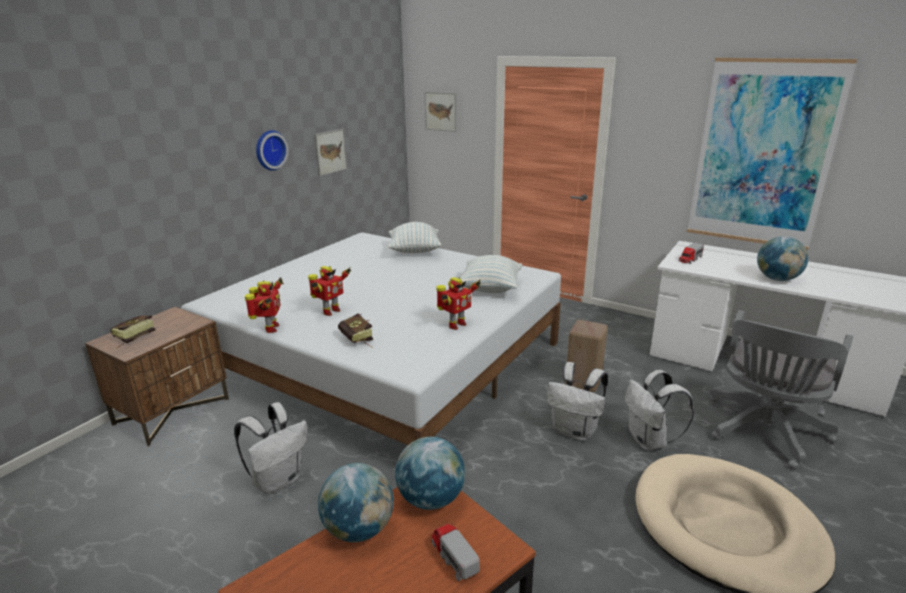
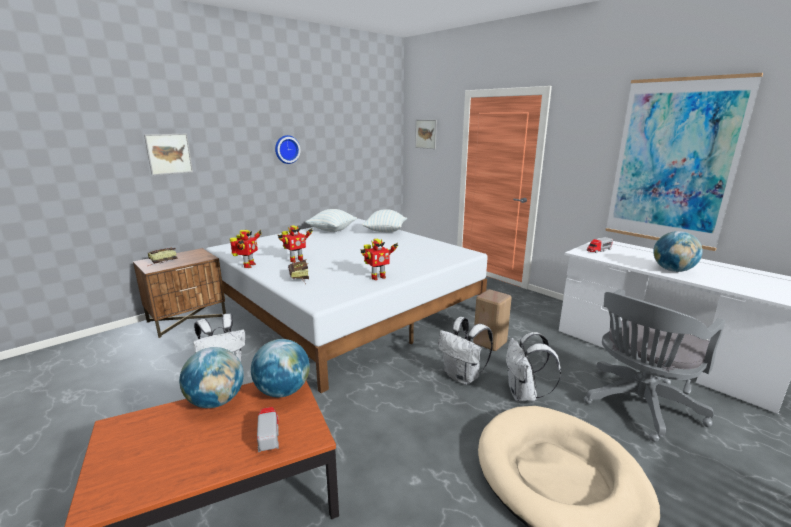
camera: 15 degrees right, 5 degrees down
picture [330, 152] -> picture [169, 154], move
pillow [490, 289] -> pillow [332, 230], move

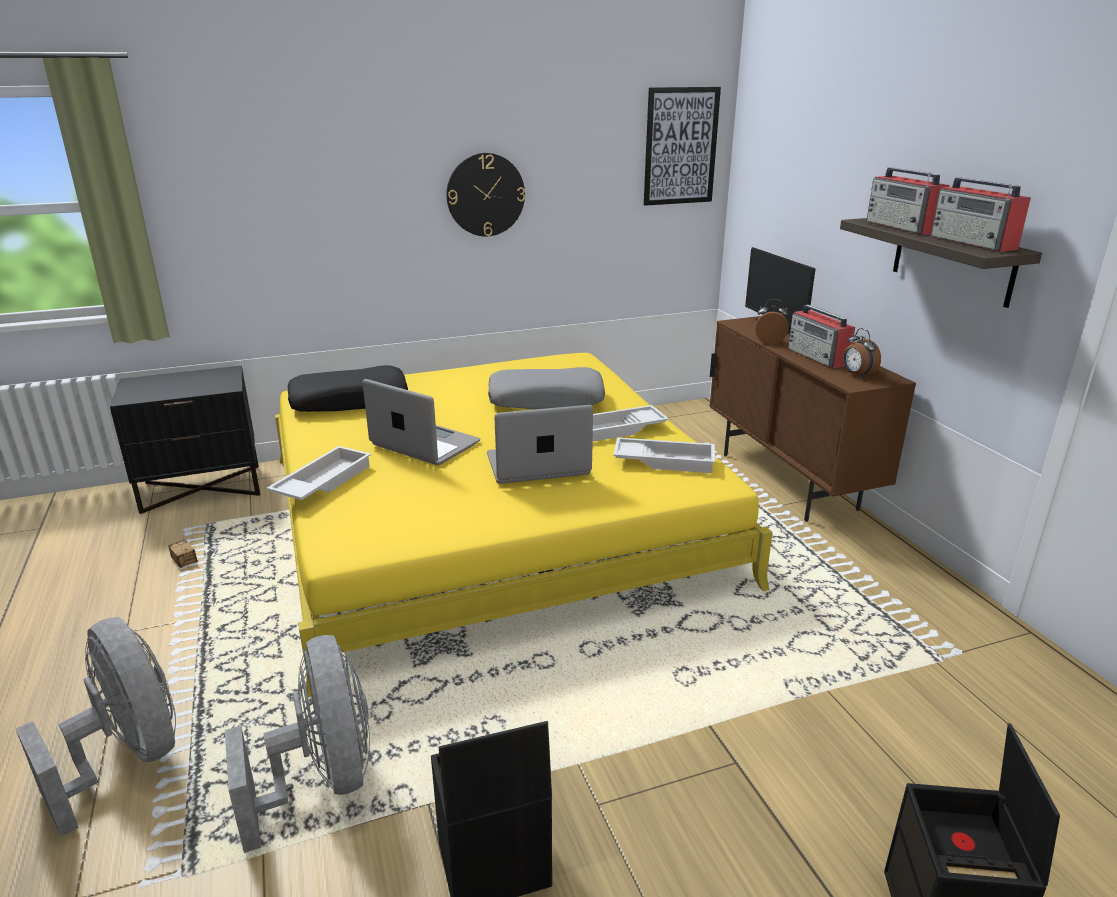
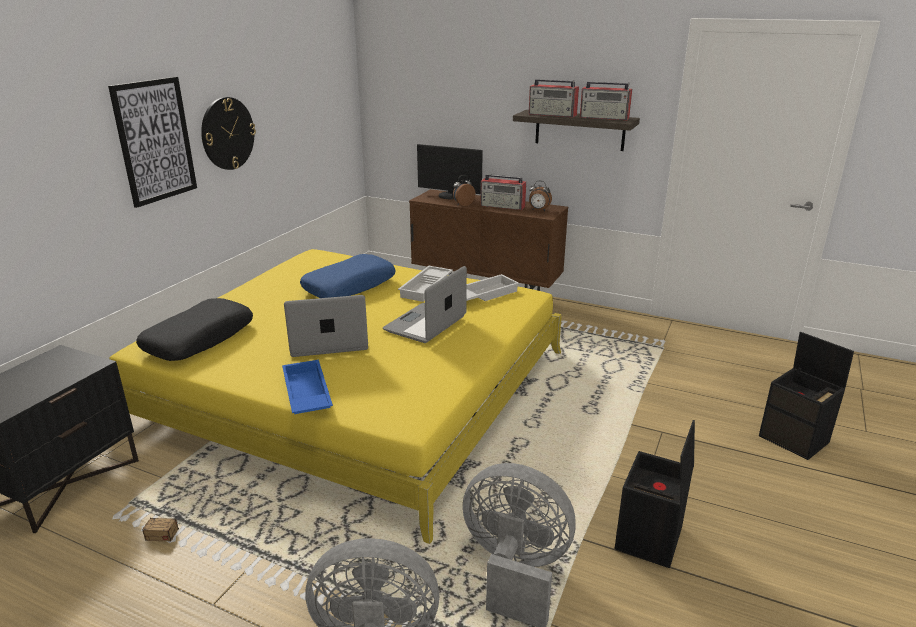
camera: 45 degrees left, 0 degrees up
white tray [322, 481] -> blue tray [305, 394]
grey pillow [546, 400] -> blue pillow [349, 286]
picture [680, 146] -> picture [155, 141], move

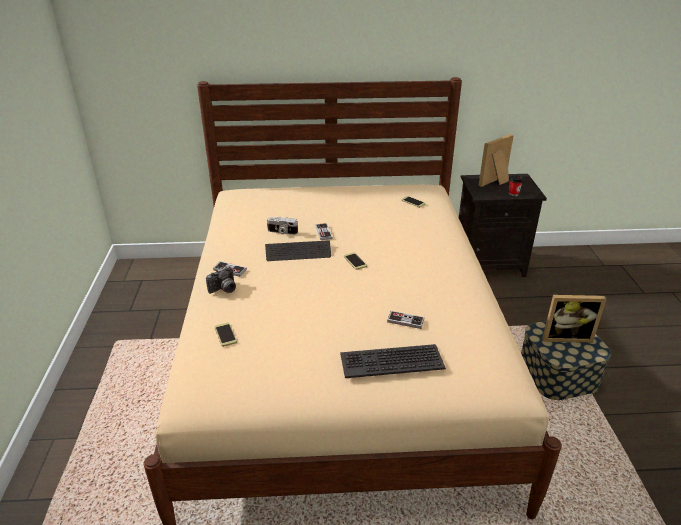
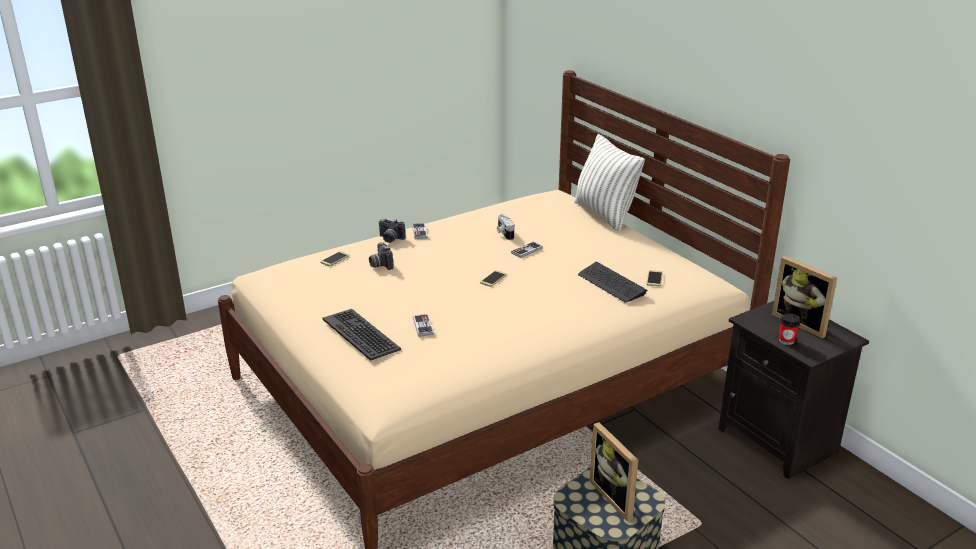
camera: 60 degrees right, 5 degrees down
keyboard [298, 252] -> keyboard [611, 284], move
picture frame [496, 182] -> picture frame [802, 323], 150 degrees counterclockwise
none -> photo camera [380, 265]
none -> pillow [604, 214]

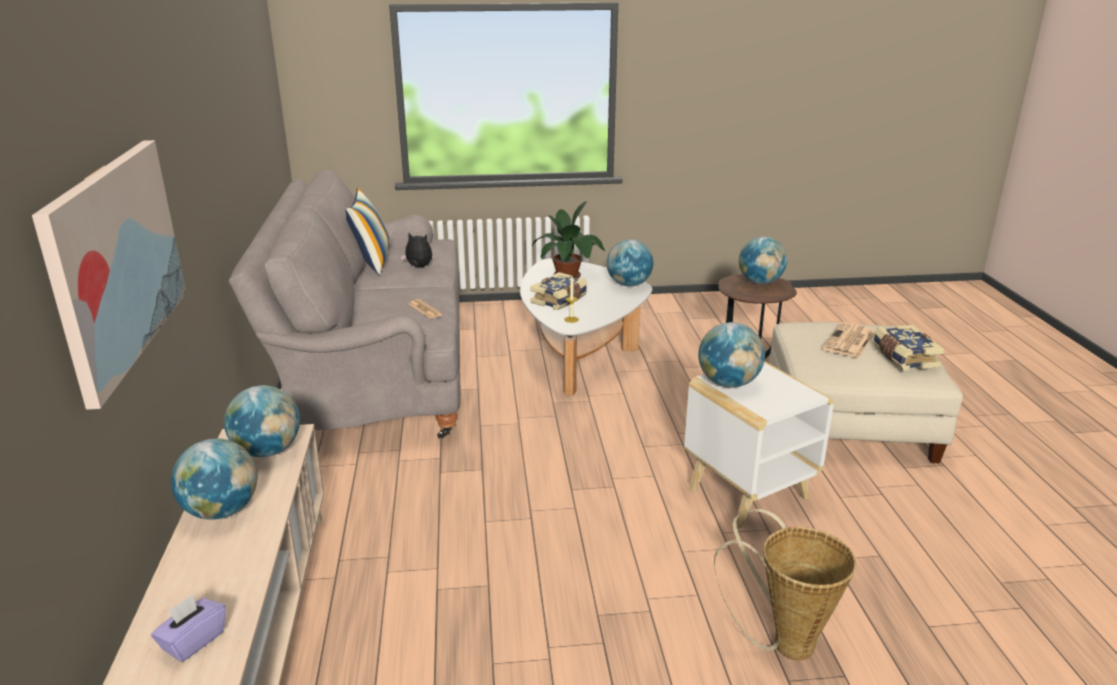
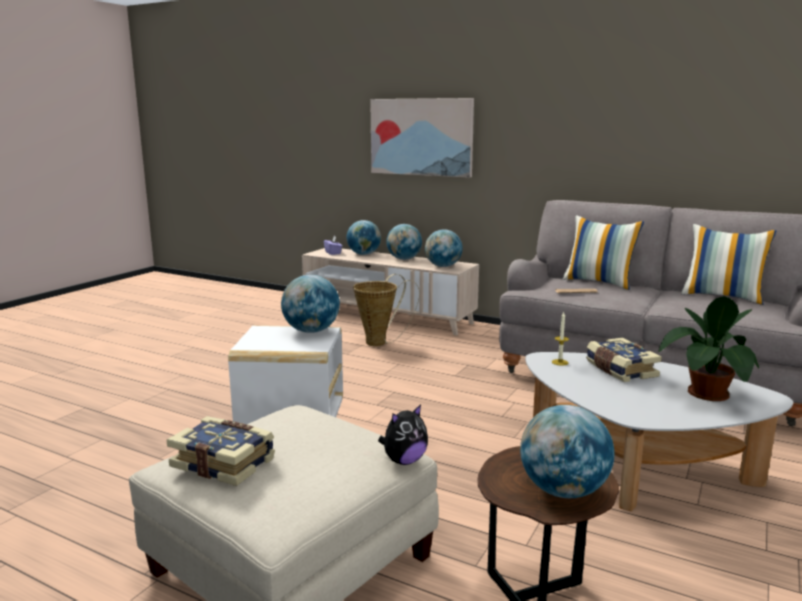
camera: 125 degrees right, 10 degrees down
plush toy [418, 267] -> plush toy [404, 461], move
globe [629, 284] -> globe [364, 254], move
basket [783, 642] -> basket [380, 342], move
newspaper [849, 341] -> none
none -> pillow [599, 282]

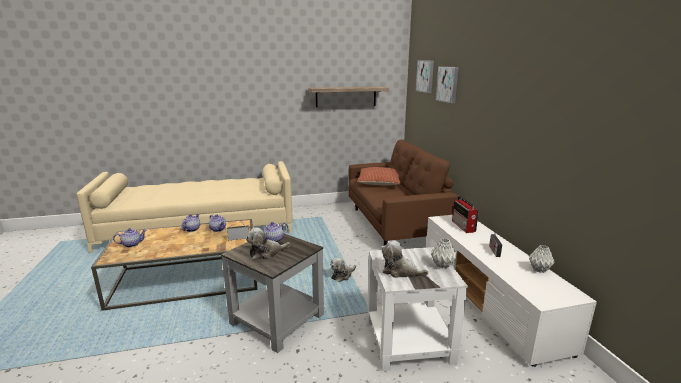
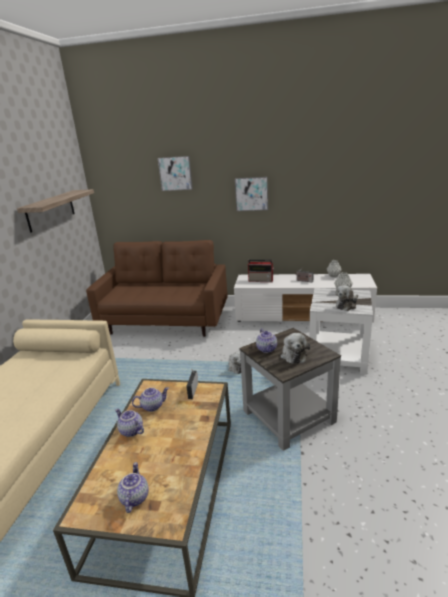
camera: 65 degrees left, 5 degrees up
pillow [379, 183] -> none
picture [425, 76] -> picture [251, 194], move

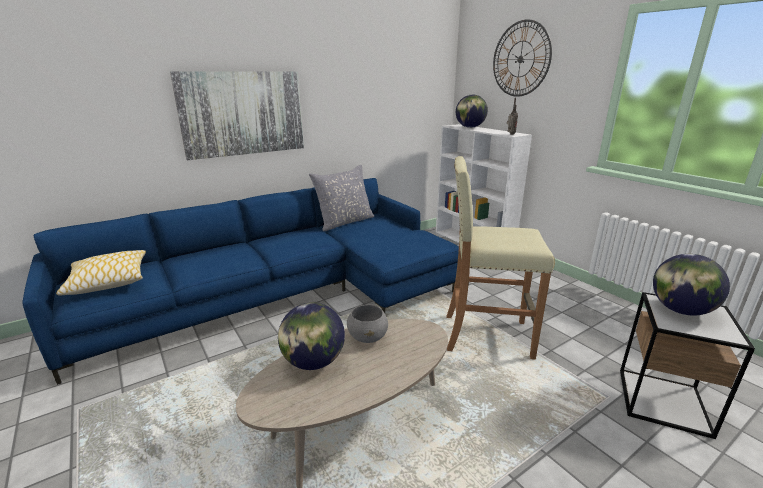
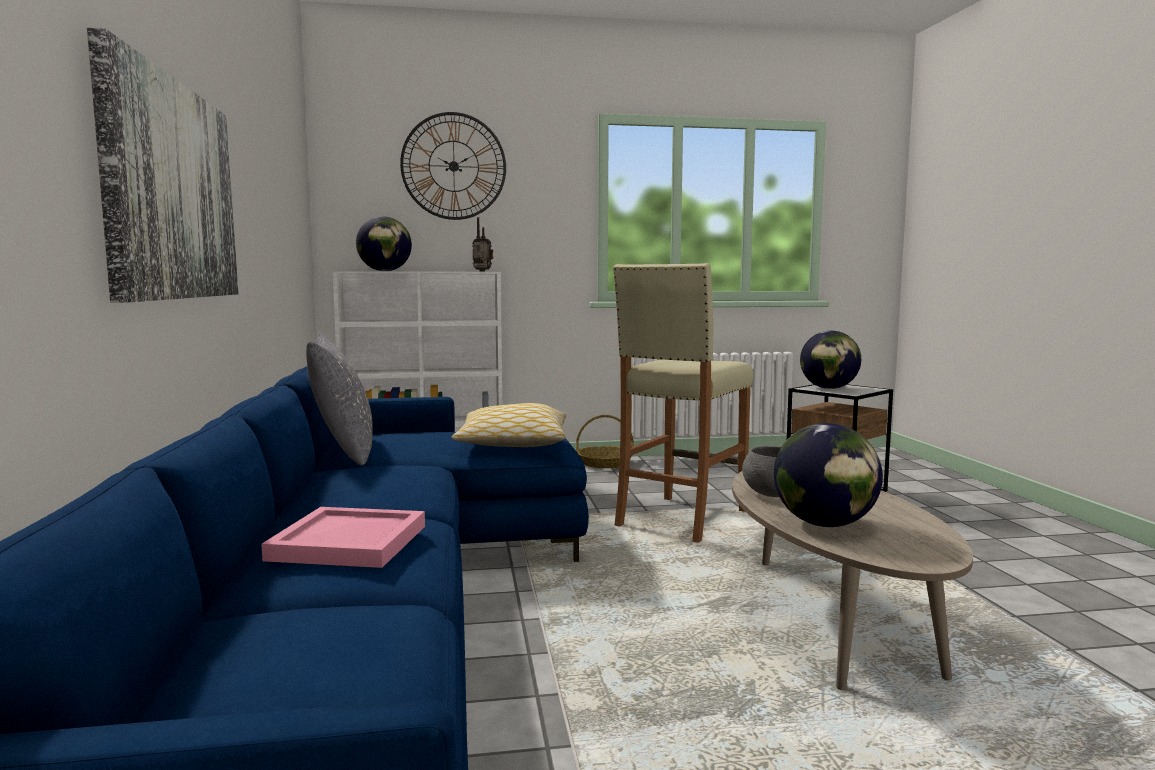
camera: 65 degrees left, 15 degrees down
pillow [108, 281] -> pillow [512, 443], move
none -> pink tray [348, 542]
none -> basket [605, 463]

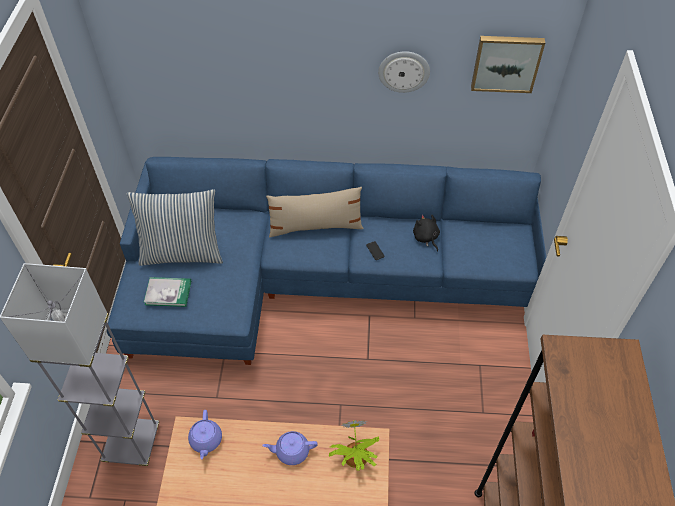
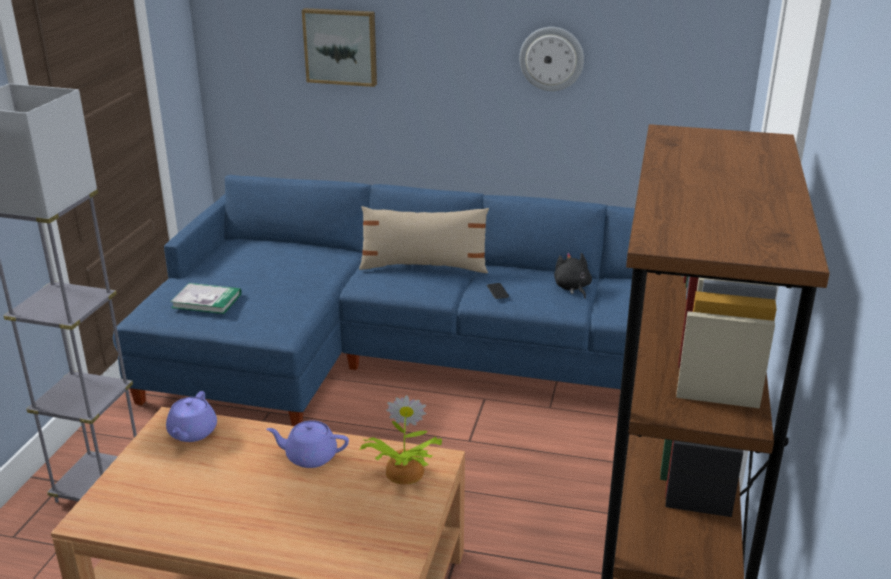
camera: 10 degrees right, 25 degrees down
pillow [182, 253] -> none
picture [506, 62] -> picture [341, 46], move

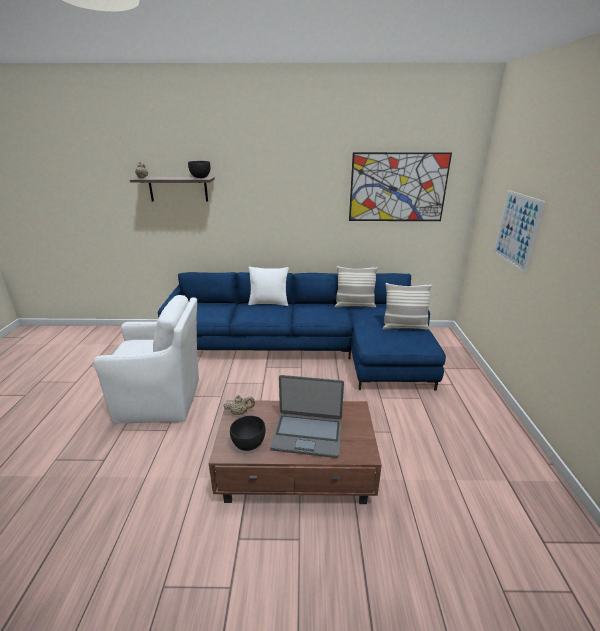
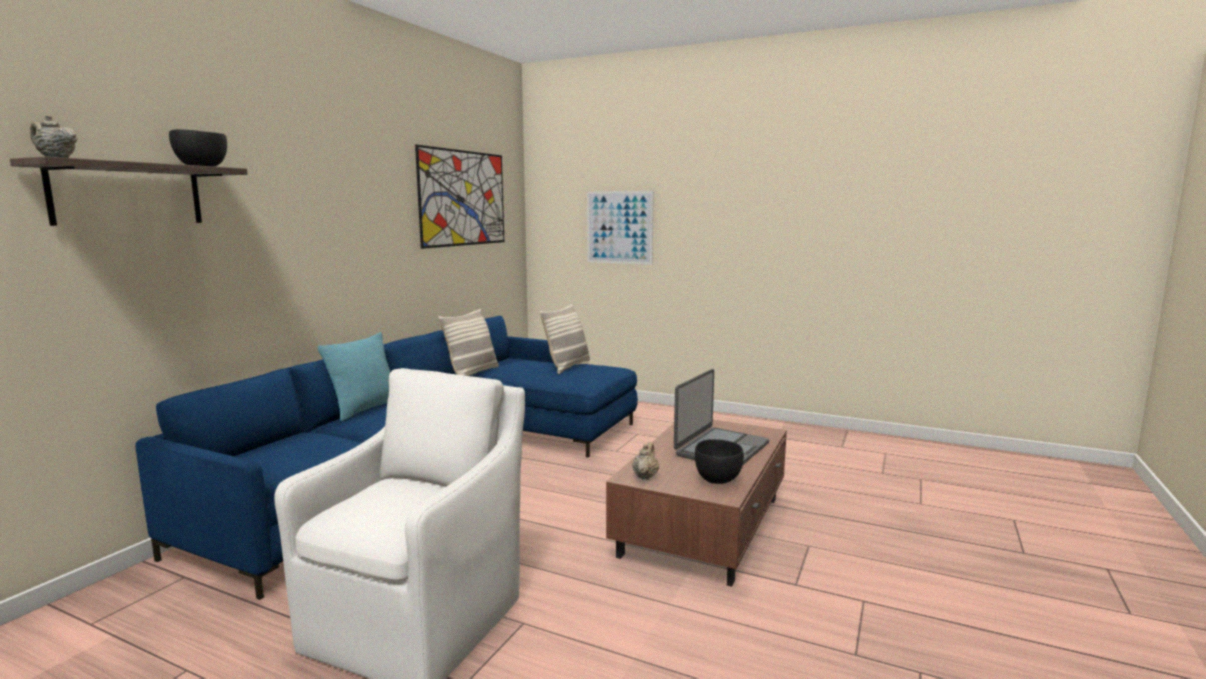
camera: 65 degrees left, 15 degrees down
white pillow [268, 303] -> turquoise pillow [365, 409]

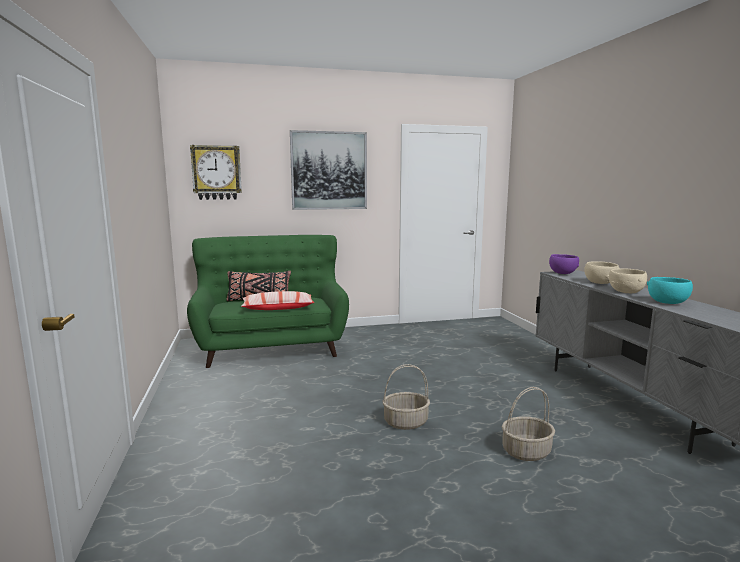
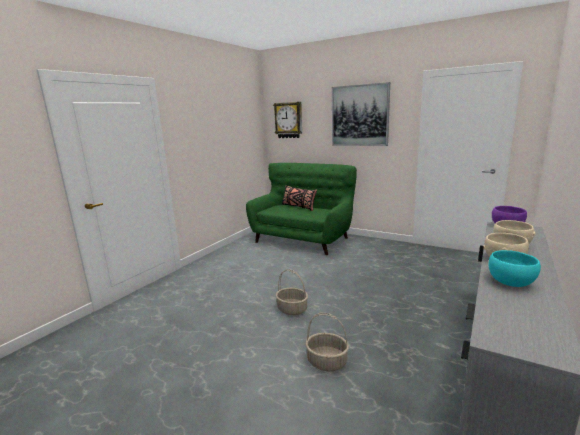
camera: 45 degrees right, 5 degrees up
pillow [278, 308] -> none

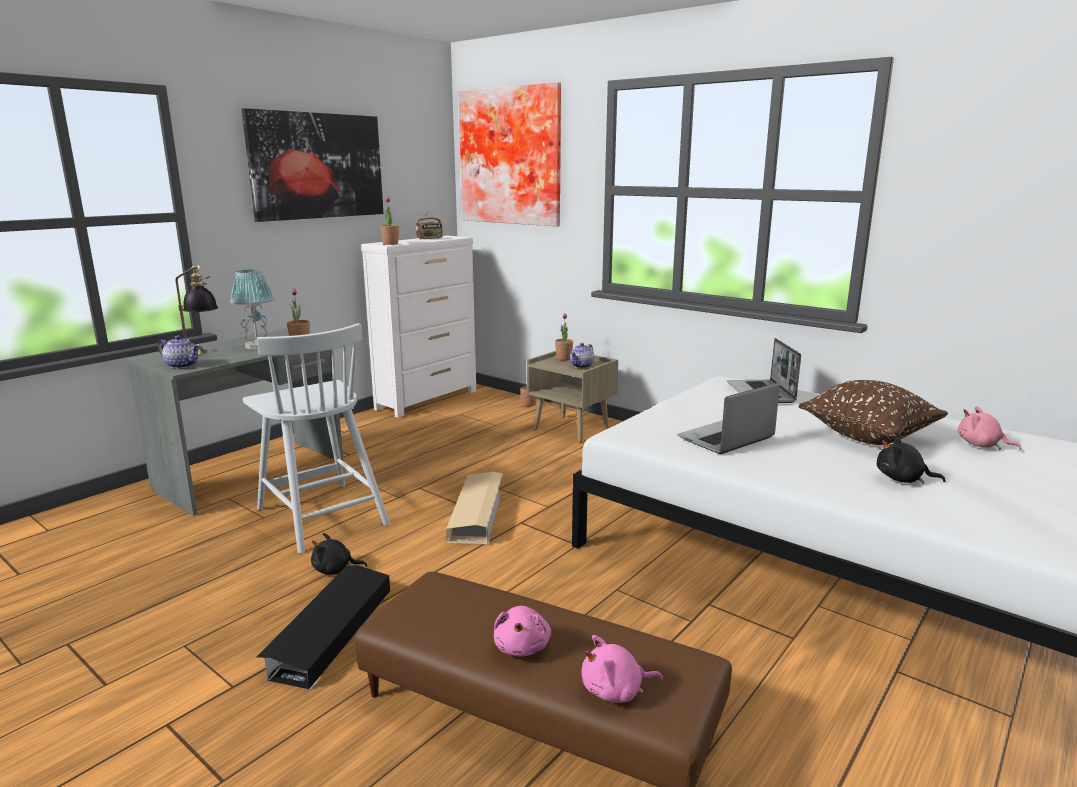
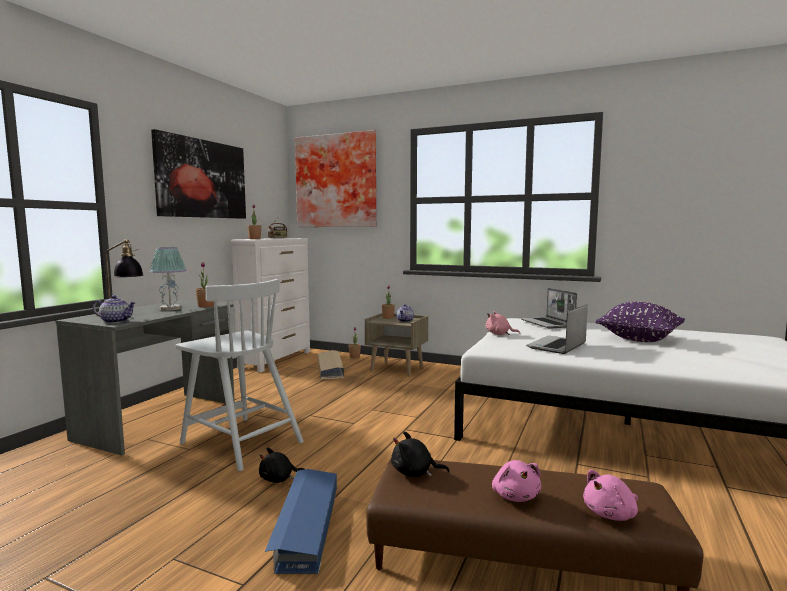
camera: 15 degrees left, 10 degrees down
black storage box [330, 631] -> blue storage box [305, 525]
beige storage box [477, 513] -> beige storage box [330, 369], move
brown pillow [868, 436] -> purple pillow [639, 339]
black plush toy [902, 479] -> black plush toy [415, 473], move
pink plush toy [981, 445] -> pink plush toy [499, 334], move

